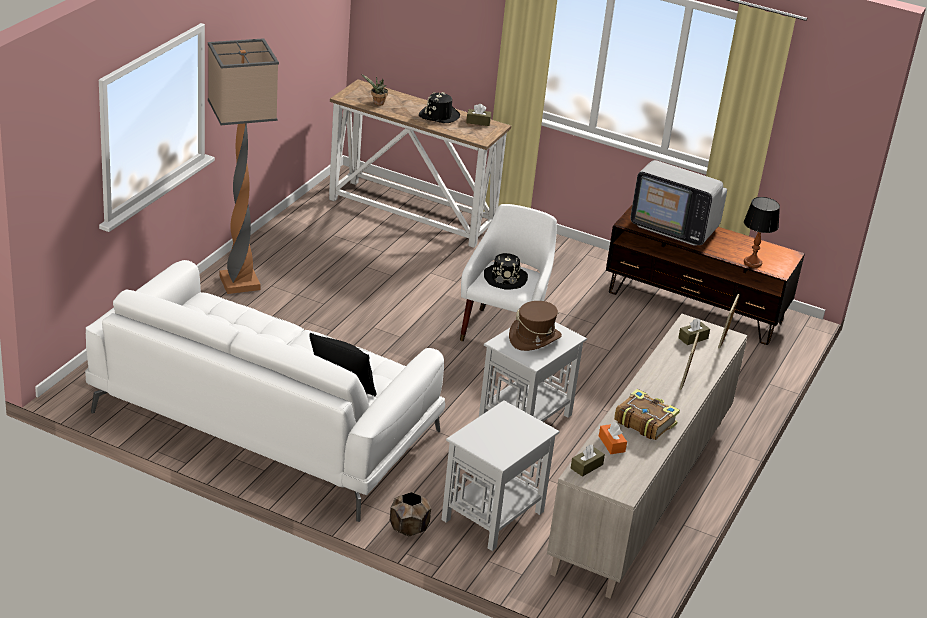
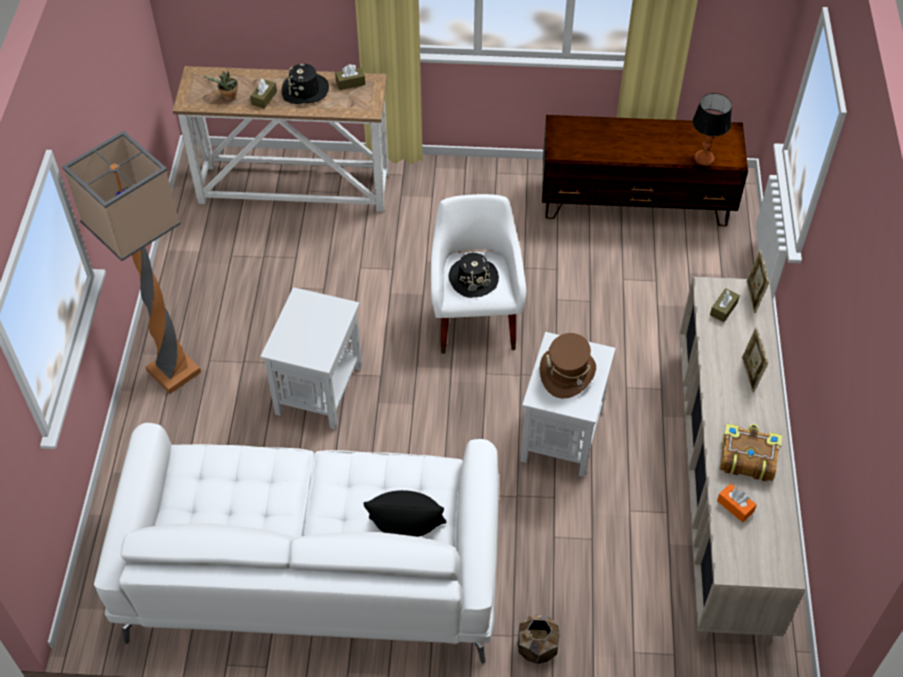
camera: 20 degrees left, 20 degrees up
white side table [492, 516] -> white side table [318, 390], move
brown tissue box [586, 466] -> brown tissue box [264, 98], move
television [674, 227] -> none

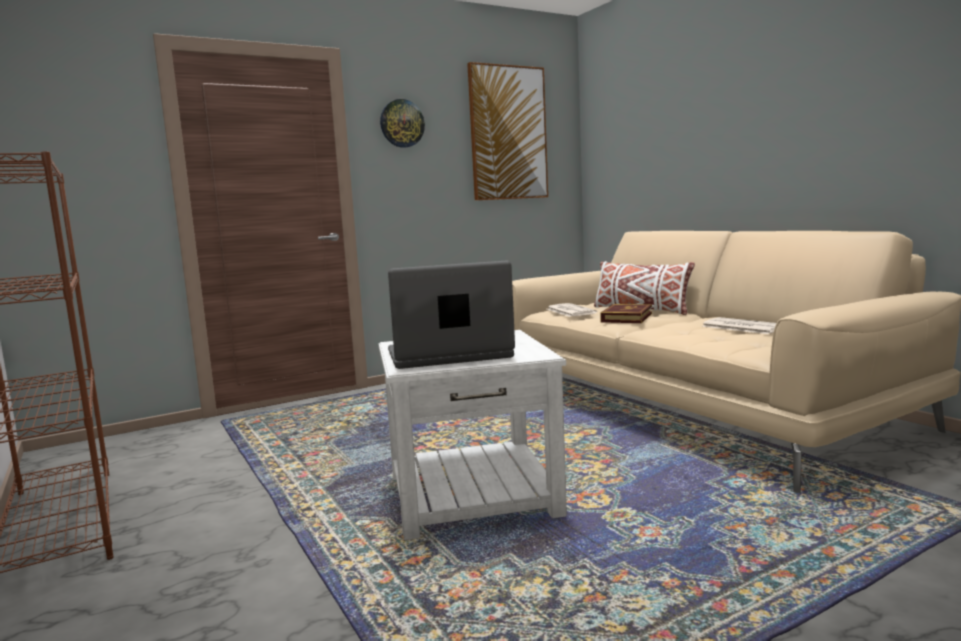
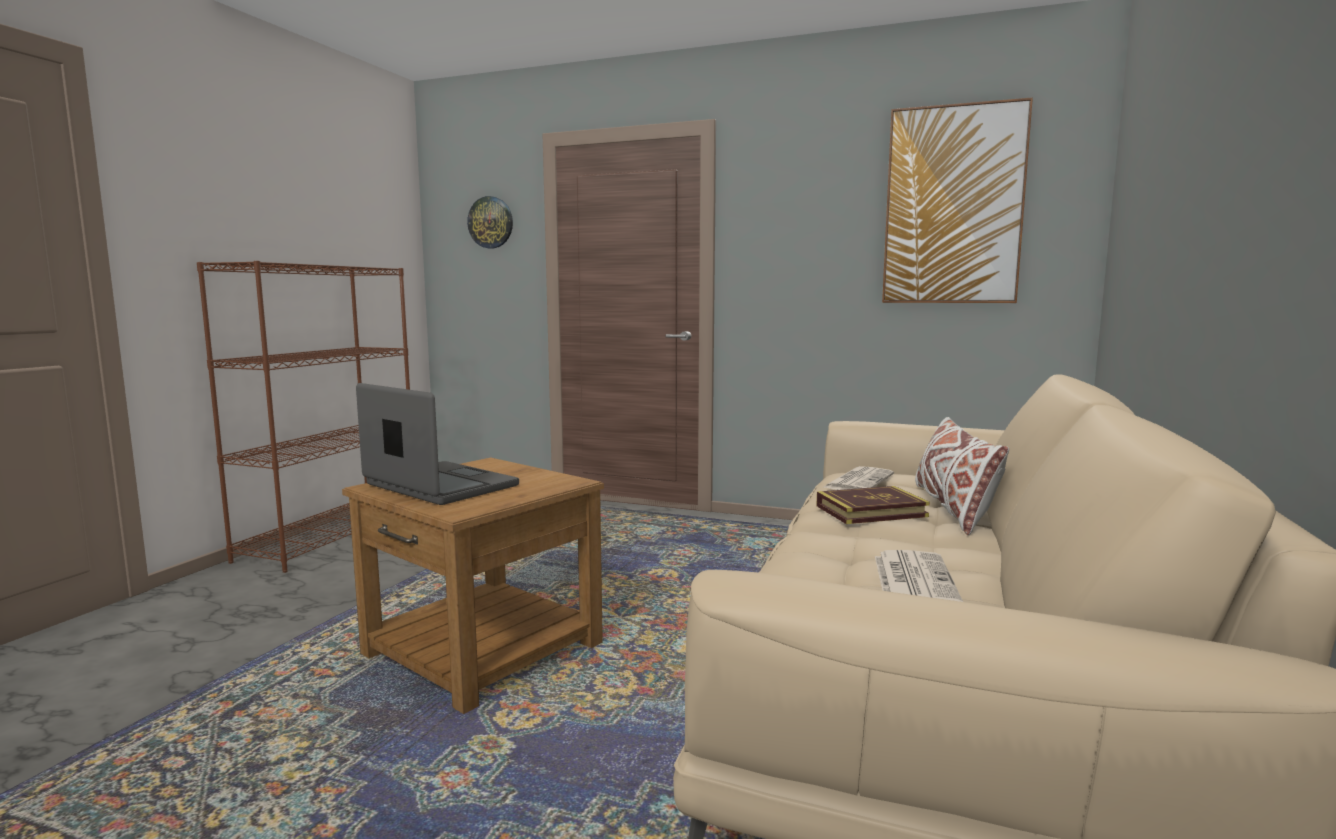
camera: 50 degrees right, 0 degrees up
white side table [472, 495] -> brown side table [482, 649]
wall clock [402, 123] -> wall clock [491, 222], move

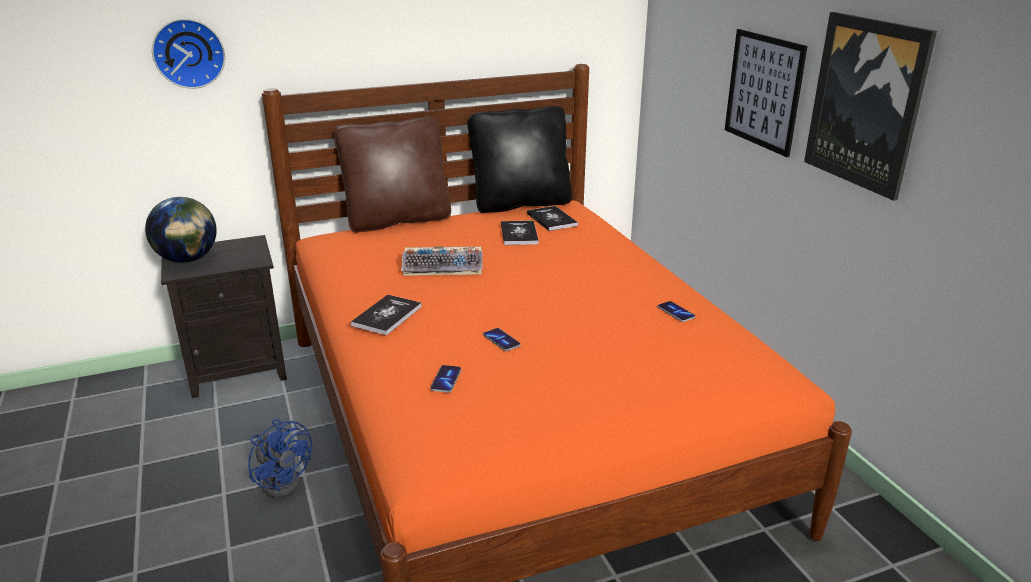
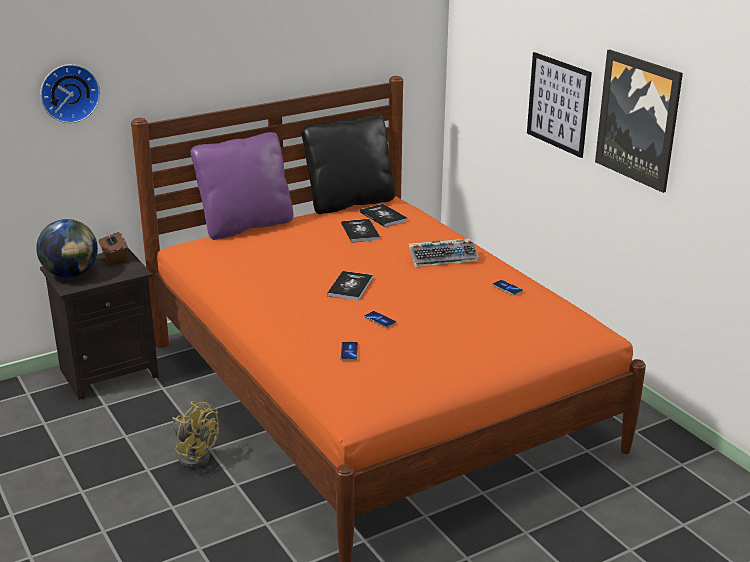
camera: 10 degrees left, 0 degrees up
blue fan [284, 480] -> yellow fan [194, 454]
brown pillow [397, 220] -> purple pillow [246, 226]
book [387, 316] -> book [350, 287], move
keyboard [444, 267] -> keyboard [443, 257], move
none -> brown tissue box [114, 257]

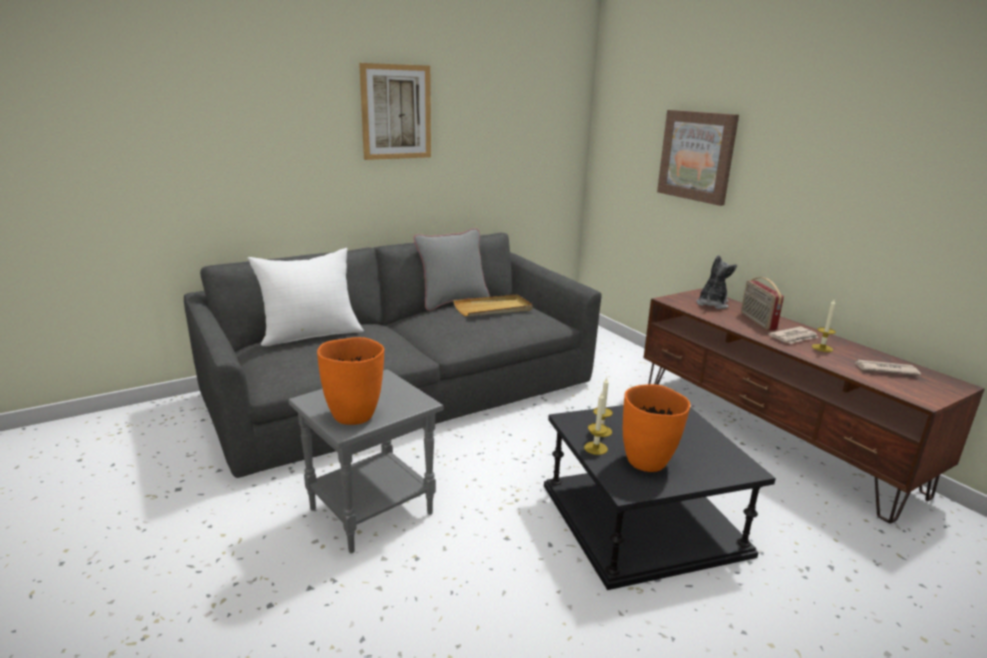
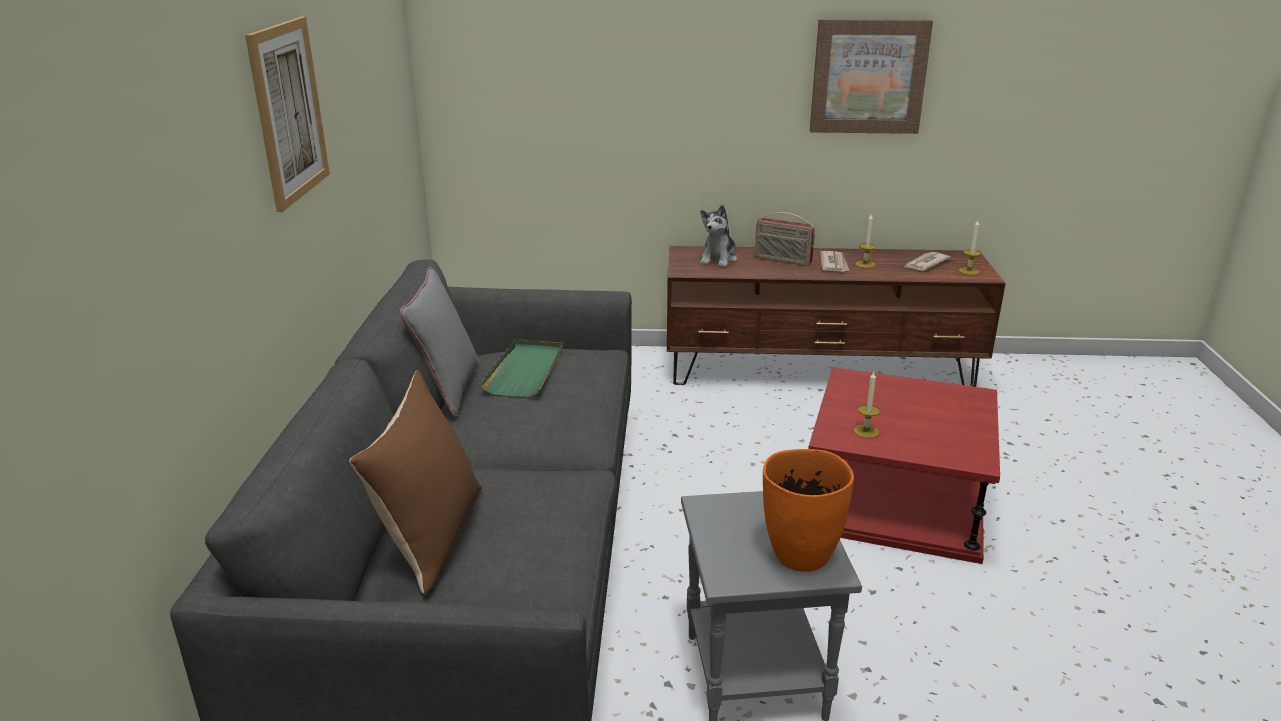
camera: 55 degrees left, 5 degrees up
white pillow [311, 334] -> brown pillow [431, 536]
beige tray [493, 309] -> green tray [525, 371]
black side table [642, 519] -> red side table [895, 498]
candle [595, 448] -> candle [969, 271], move
orange vase [648, 462] -> none
picture [697, 156] -> picture [868, 76], move
plush toy [712, 304] -> plush toy [719, 259], 135 degrees counterclockwise

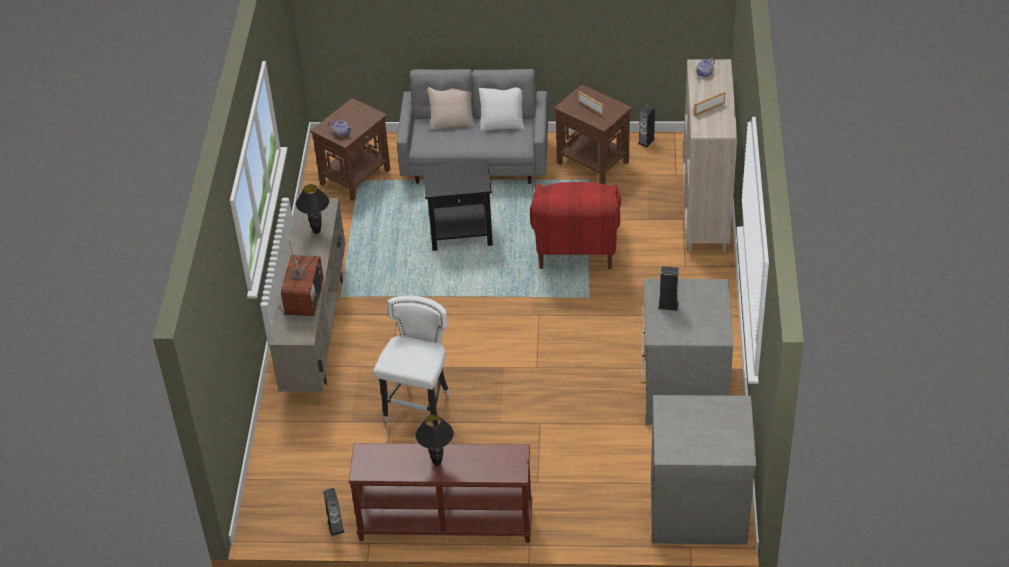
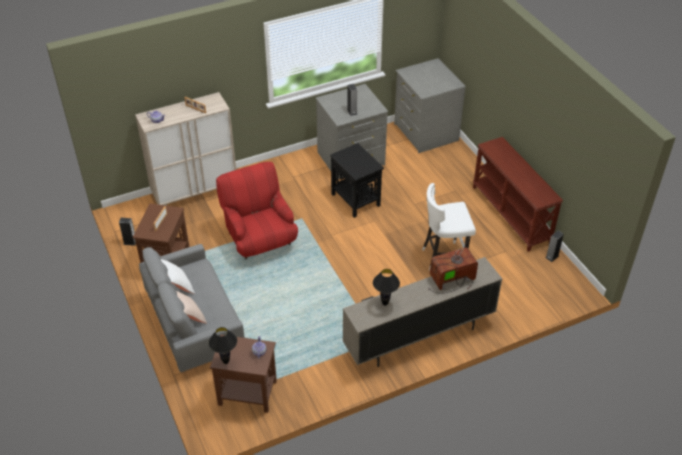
camera: 120 degrees left, 0 degrees up
black table lamp [437, 462] -> black table lamp [225, 362], move
black side table [461, 233] -> black side table [356, 199], move
red armchair [576, 248] -> red armchair [259, 239], 90 degrees counterclockwise

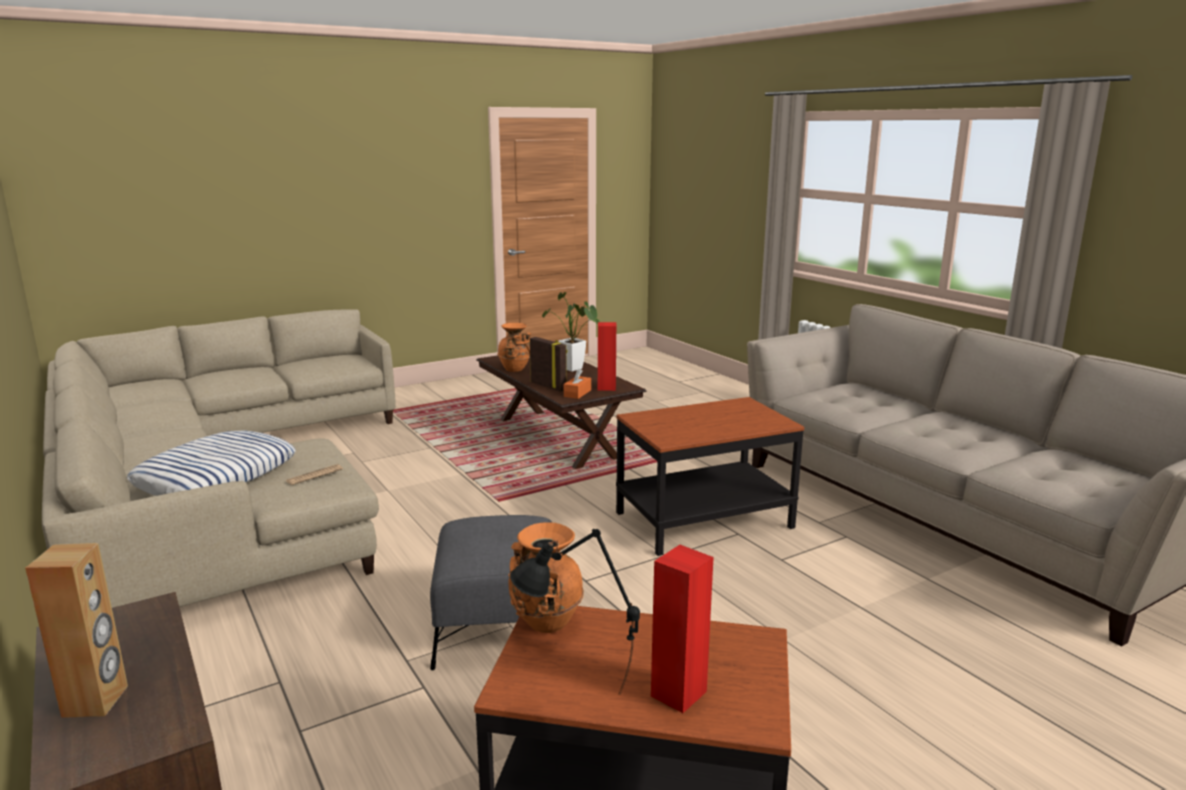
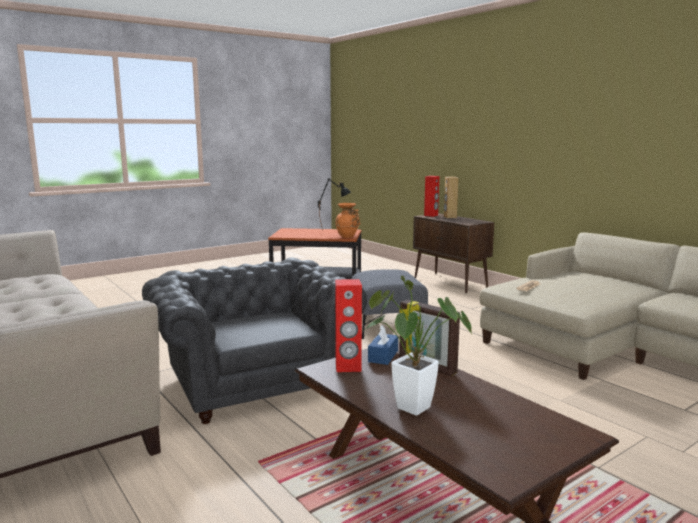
camera: 175 degrees right, 5 degrees down
pillow [216, 476] -> none
orange vase [516, 369] -> none
orange tissue box [577, 393] -> blue tissue box [383, 356]
side table [704, 520] -> grey armchair [254, 382]
red speaker [678, 693] -> red speaker [431, 215], move

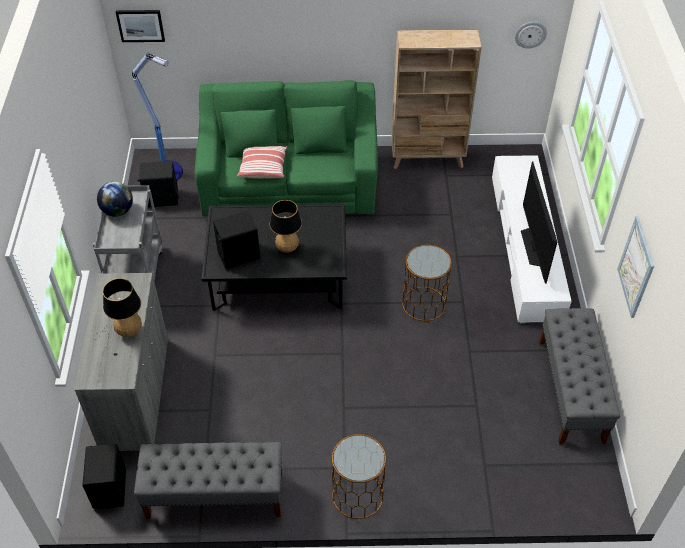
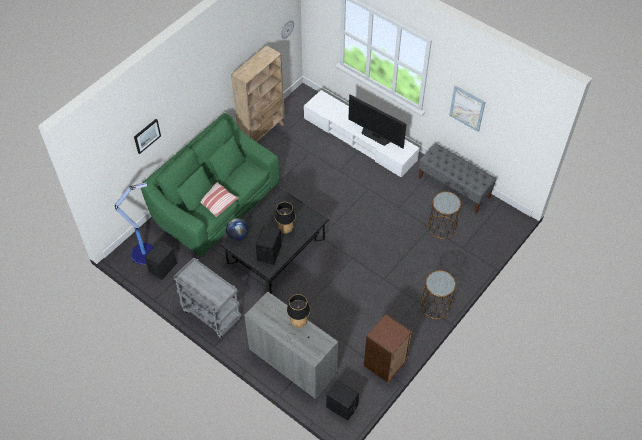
camera: 50 degrees left, 5 degrees up
globe [118, 211] -> globe [237, 236], move
picture [140, 25] -> picture [147, 135], move
grey bench [214, 495] -> brown bookcase [385, 363]
brown side table [424, 303] -> brown side table [441, 227], move

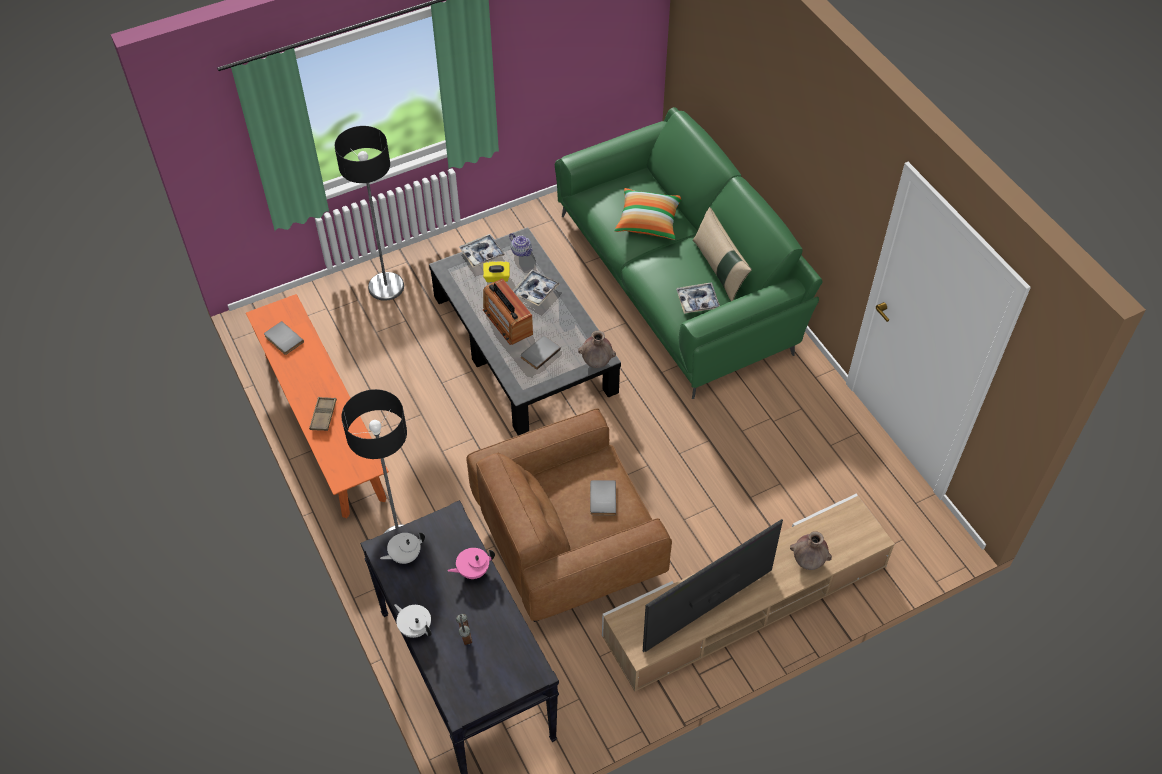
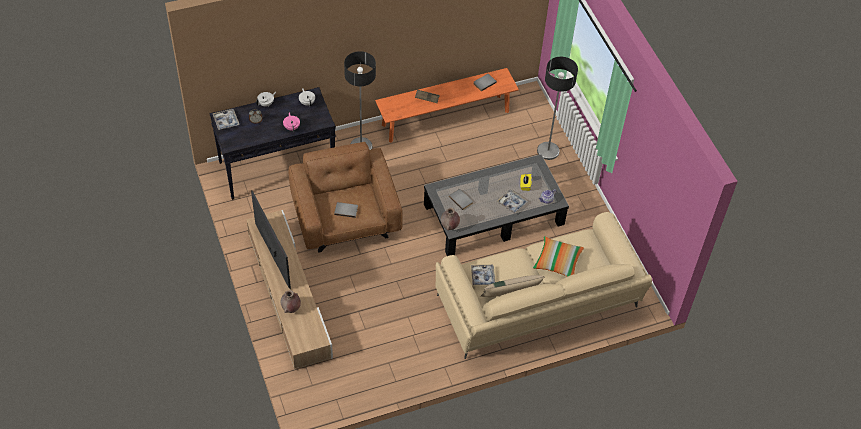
camera: 95 degrees right, 0 degrees up
tray [482, 254] -> tray [226, 121], move
radio [507, 321] -> none
green sofa [678, 281] -> beige sofa [538, 304]

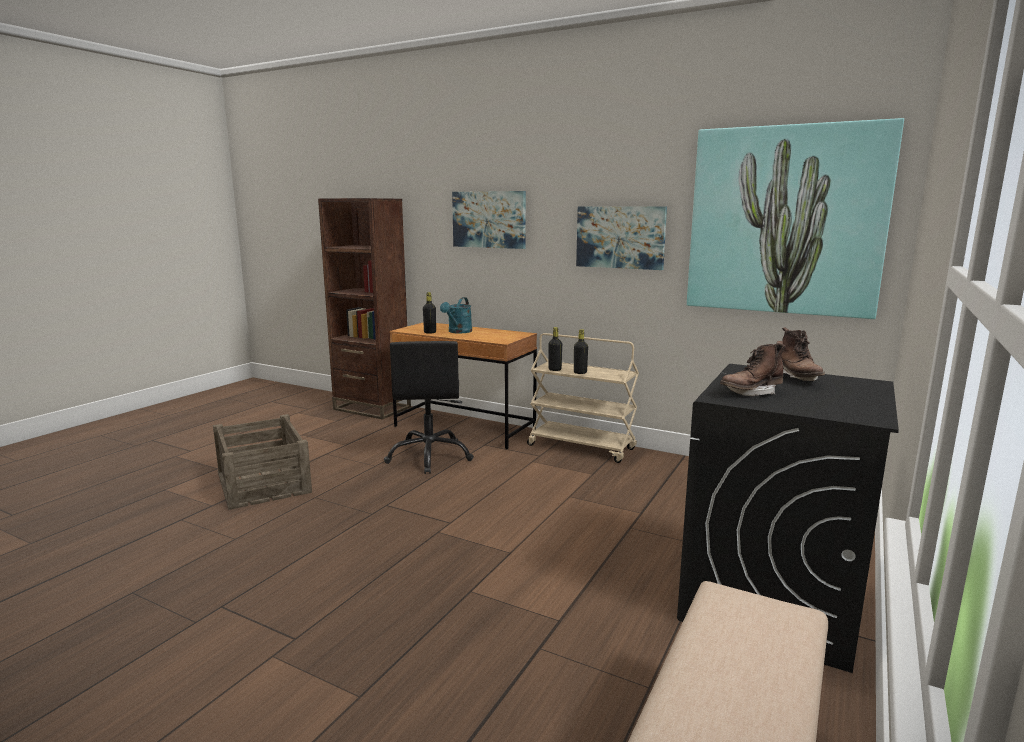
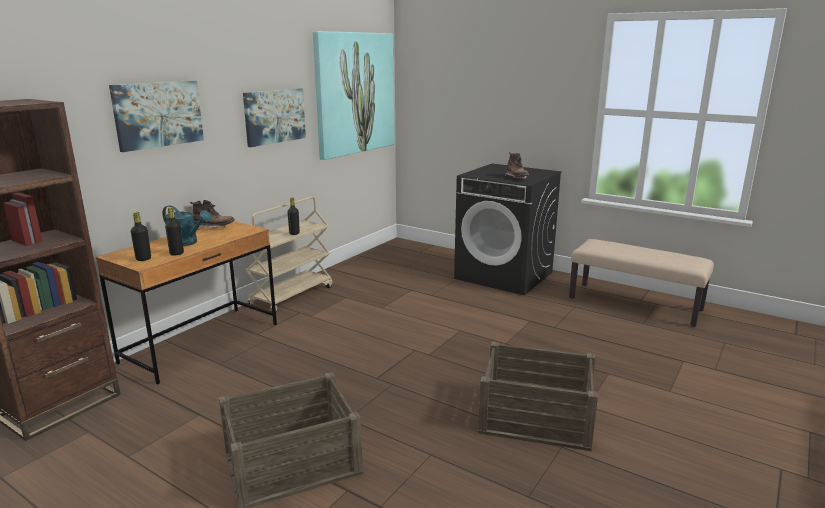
camera: 85 degrees left, 5 degrees up
black office chair [430, 456] -> none
black bottle [555, 369] -> black bottle [143, 259], move
brown boot [797, 378] -> brown boot [213, 228], move
none -> crate [535, 416]

